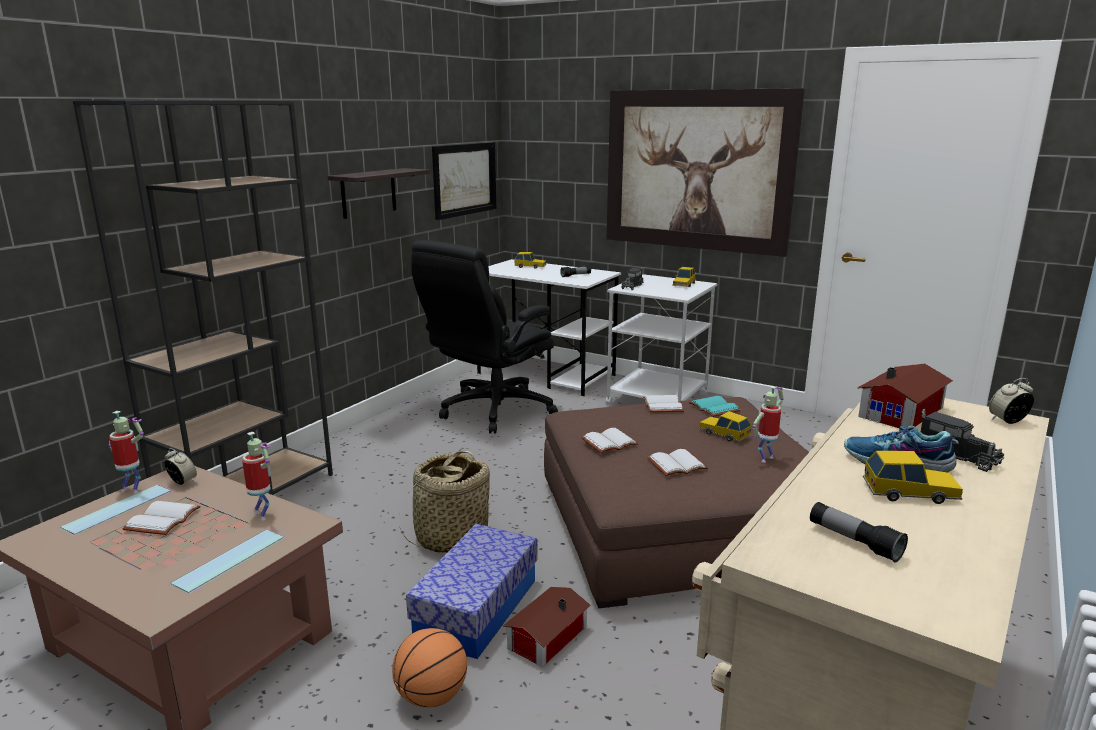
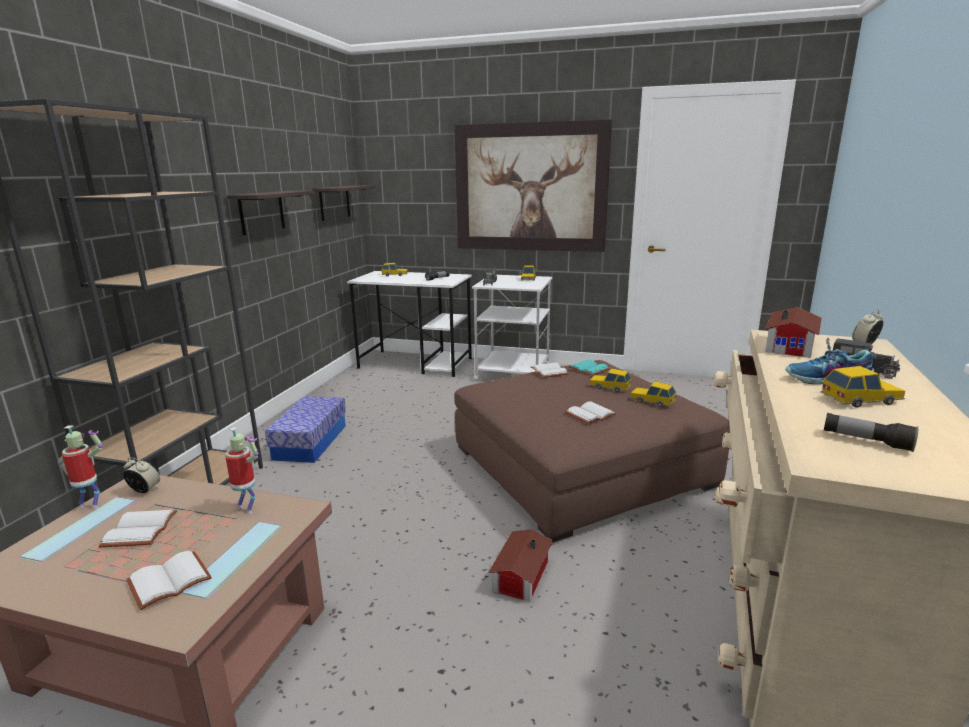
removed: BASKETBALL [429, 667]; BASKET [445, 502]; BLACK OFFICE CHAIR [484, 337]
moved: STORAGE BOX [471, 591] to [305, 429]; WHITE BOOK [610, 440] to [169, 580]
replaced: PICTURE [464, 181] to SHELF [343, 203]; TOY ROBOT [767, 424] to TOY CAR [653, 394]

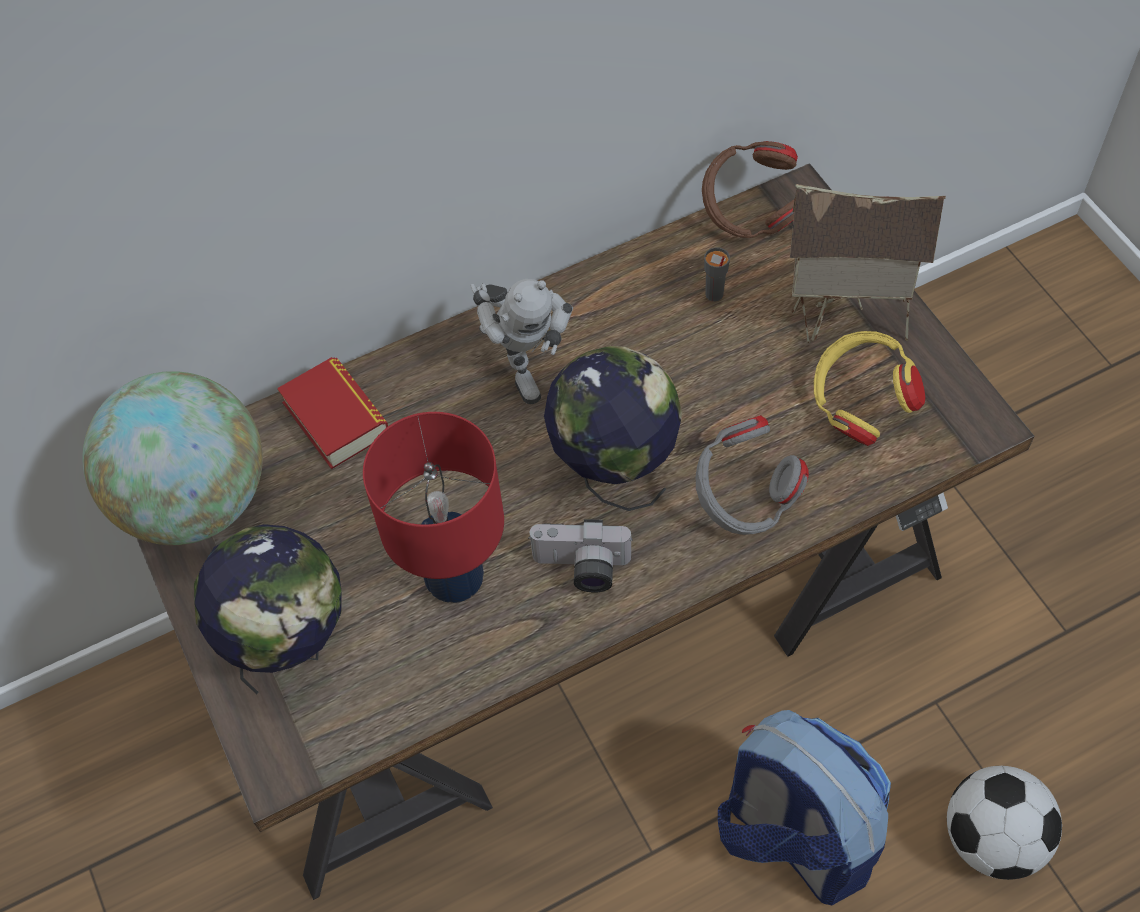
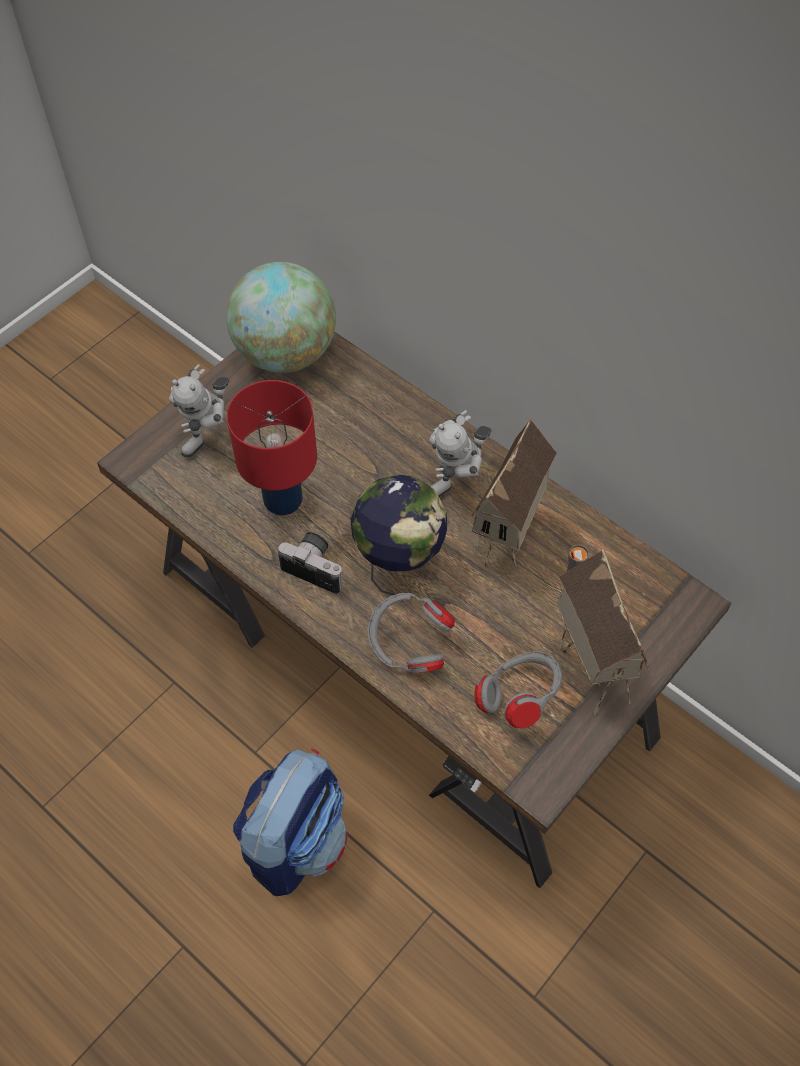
removed: BOOK [332, 413]; BROWN HEADPHONES [750, 189]; FOOTBALL [1004, 823]
added: TOY HOUSE [514, 492]
replaced: GLOBE [268, 609] to TOY ROBOT [199, 411]
recoloured: YELLOW HEADPHONES [869, 388] to GREY HEADPHONES [518, 689]
turned: PHOTO CAMERA [580, 556] = [311, 563] 135 degrees clockwise

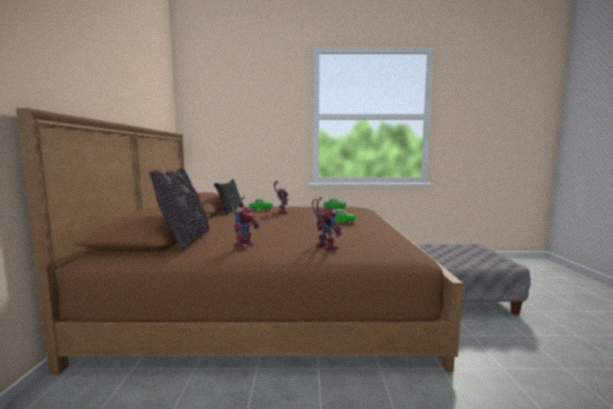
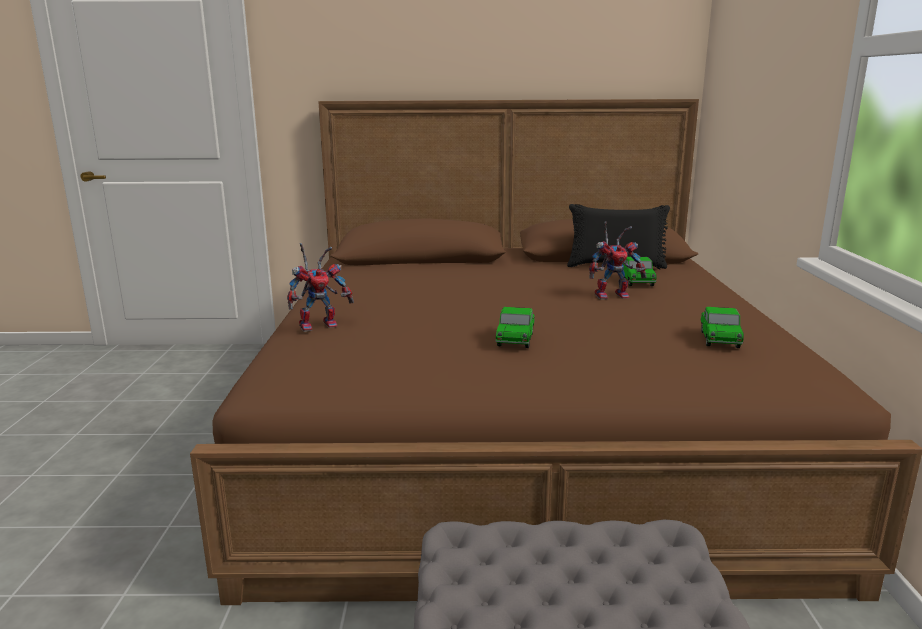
removed: BLACK PILLOW [179, 209]; TOY ROBOT [245, 221]

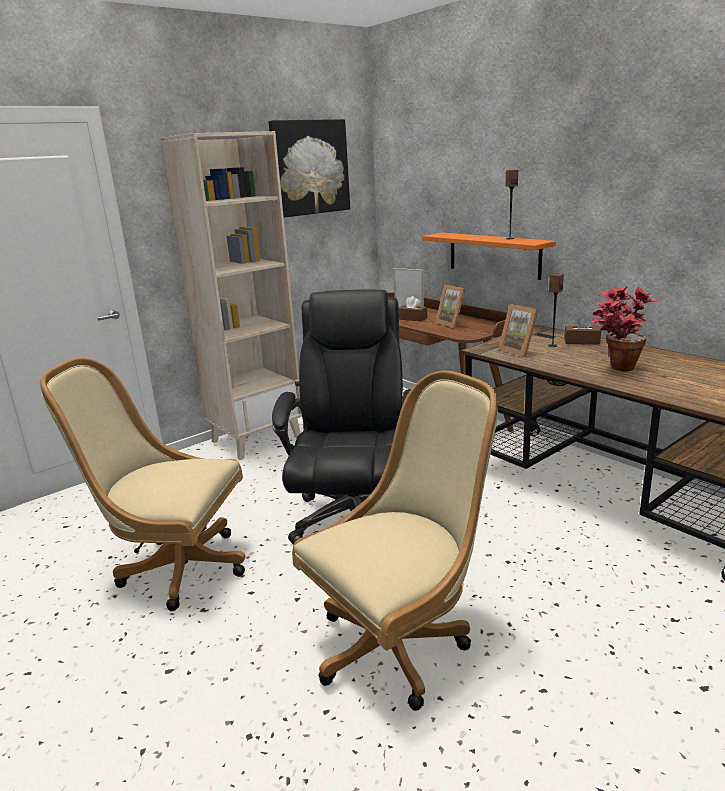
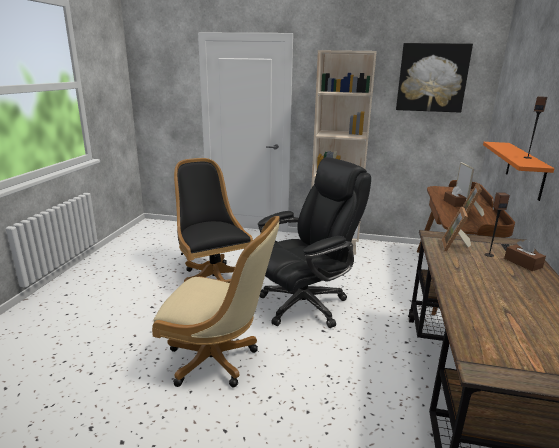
removed: POTTED PLANT [624, 329]
recoloured: BEIGE OFFICE CHAIR [143, 484] to BLACK OFFICE CHAIR [213, 220]

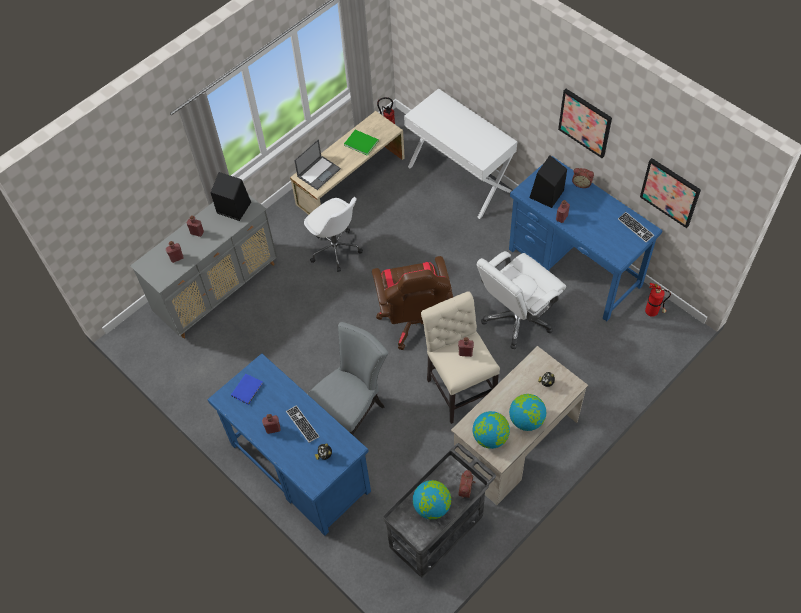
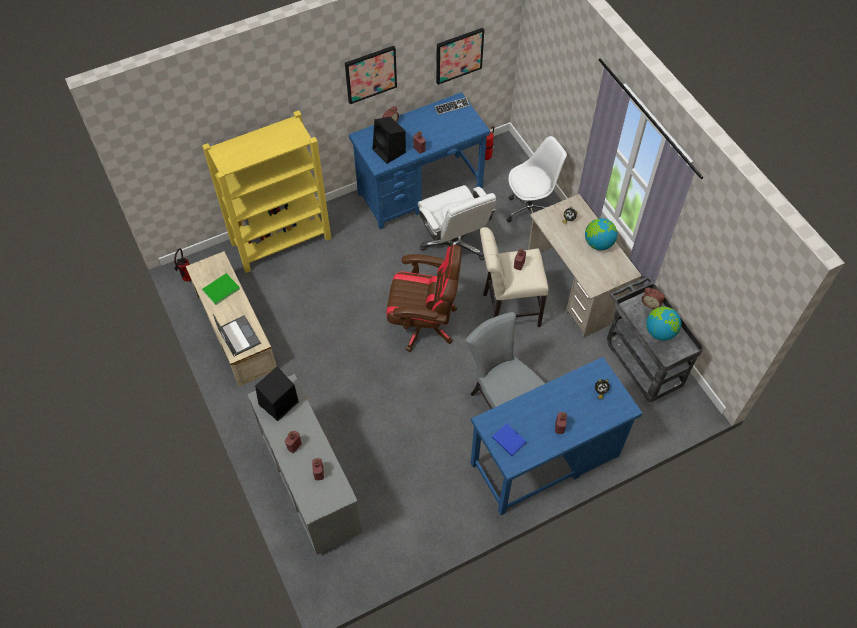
removed: KEYBOARD [303, 424]; GLOBE [491, 430]
moved: WHITE OFFICE CHAIR [333, 234] to [536, 179]
replaced: WHITE CONSOLE TABLE [460, 153] to YELLOW BOOKCASE [266, 191]

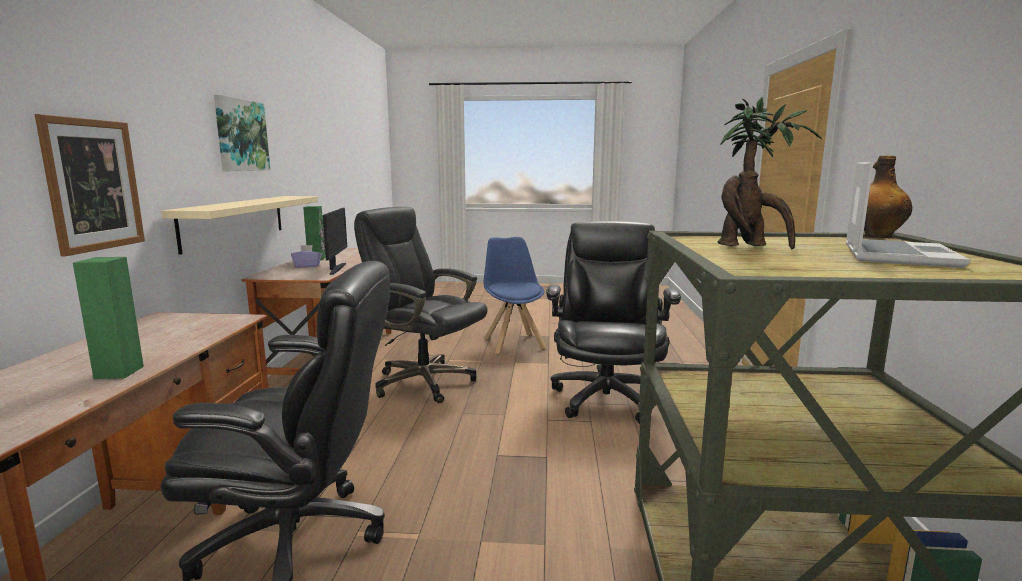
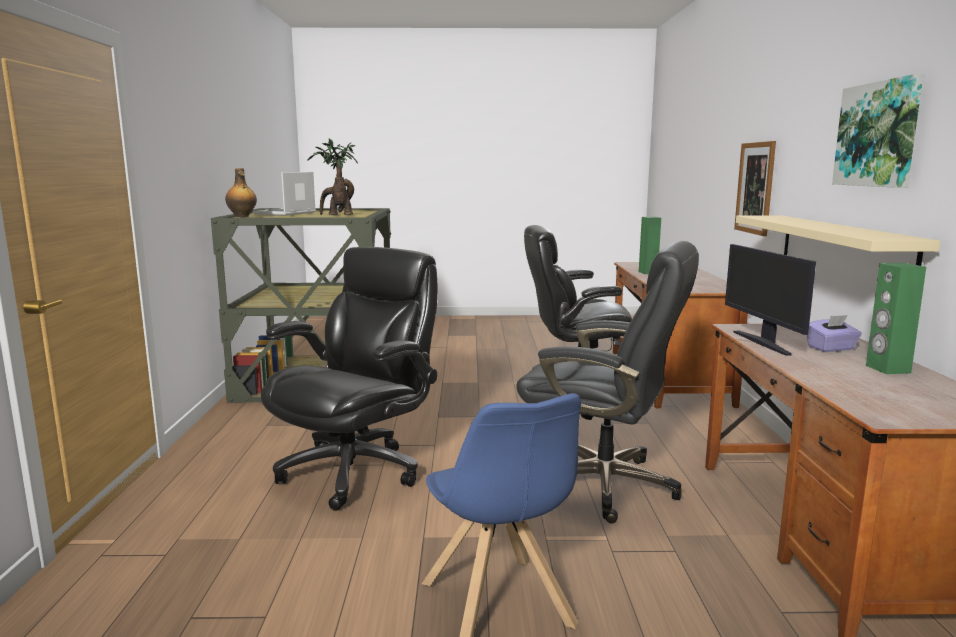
turned: BLACK OFFICE CHAIR [613, 322] = [349, 379] 150 degrees counterclockwise

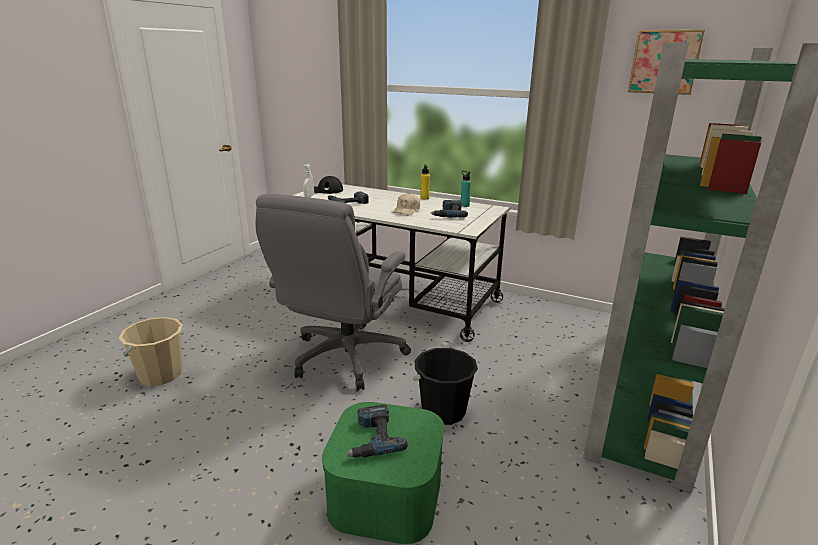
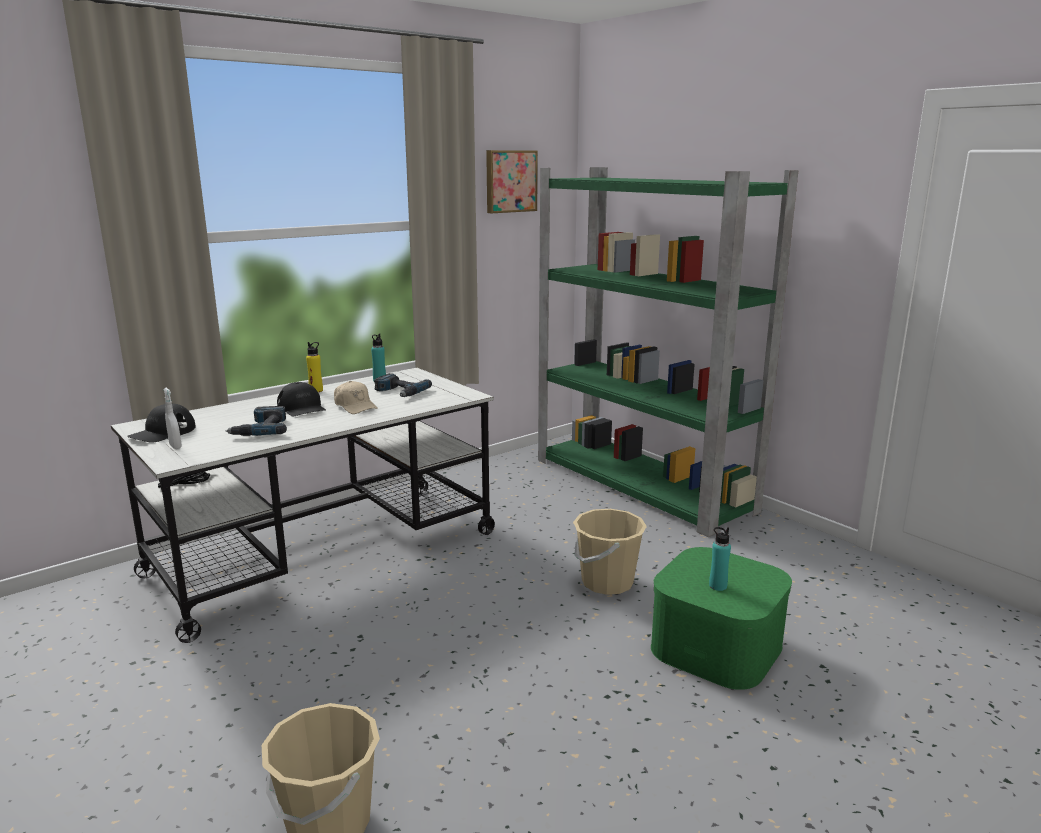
removed: GREY OFFICE CHAIR [333, 292]
added: BLACK CAP [301, 399]
replaced: POWER DRILL [377, 431] to TURQUOISE BOTTLE [720, 559]
recoloured: BLACK BUCKET [445, 386] to BEIGE BUCKET [610, 552]

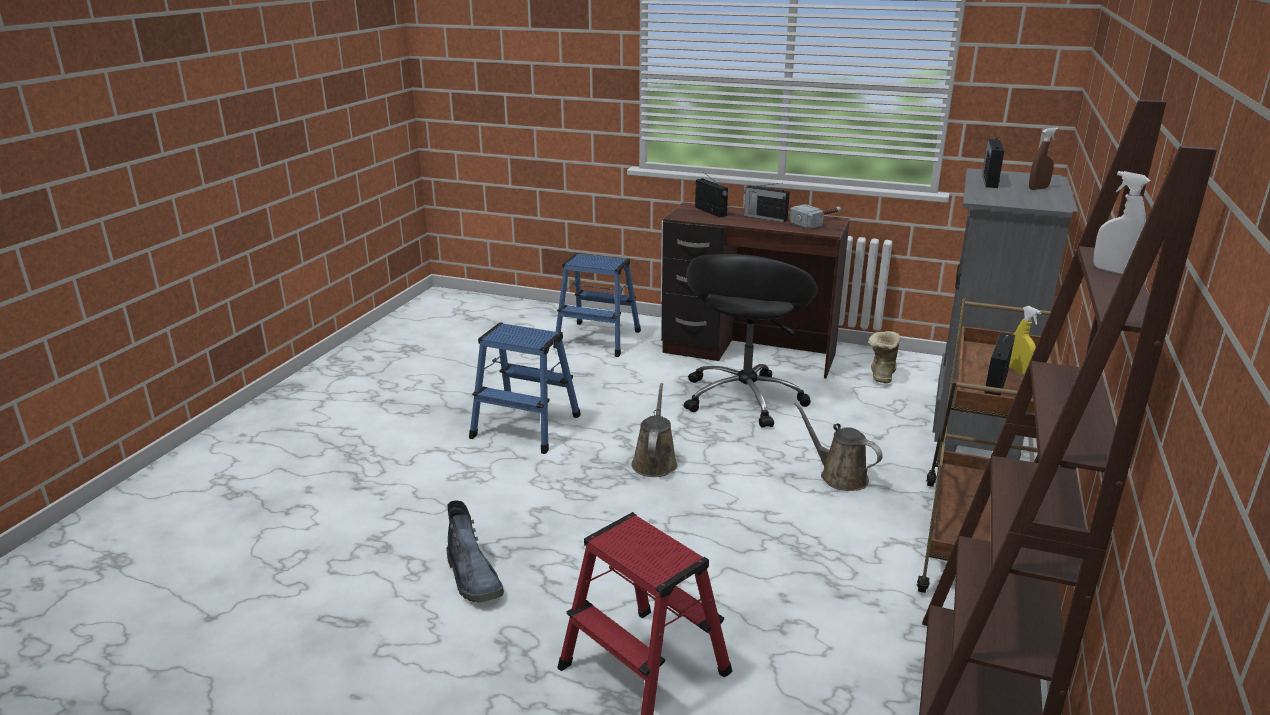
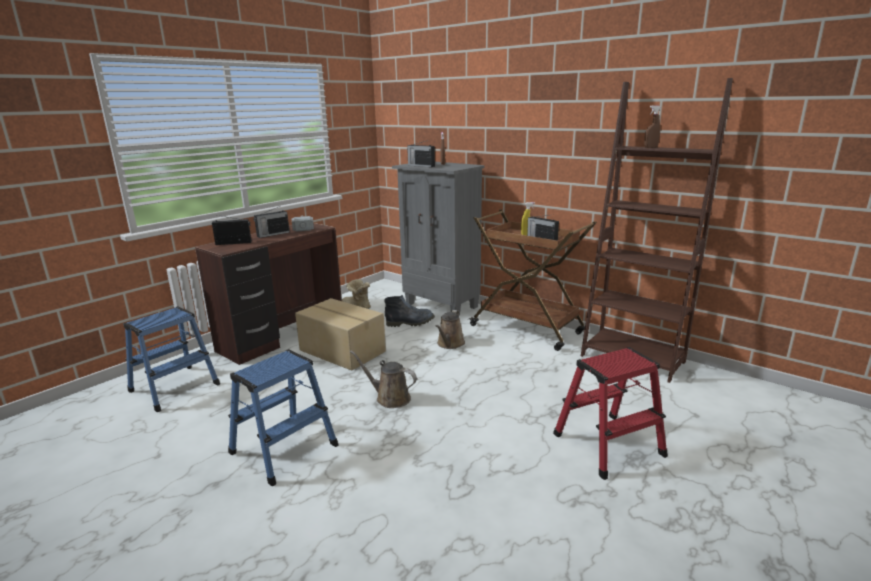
moved: BOOT [475, 551] to [410, 311]
replaced: BLACK OFFICE CHAIR [751, 341] to CARDBOARD BOX [340, 334]
recoloured: WHITE SPRAY BOTTLE [1121, 222] to BROWN SPRAY BOTTLE [652, 126]
turned: BROWN WATERING CAN [838, 446] = [450, 329] 45 degrees counterclockwise

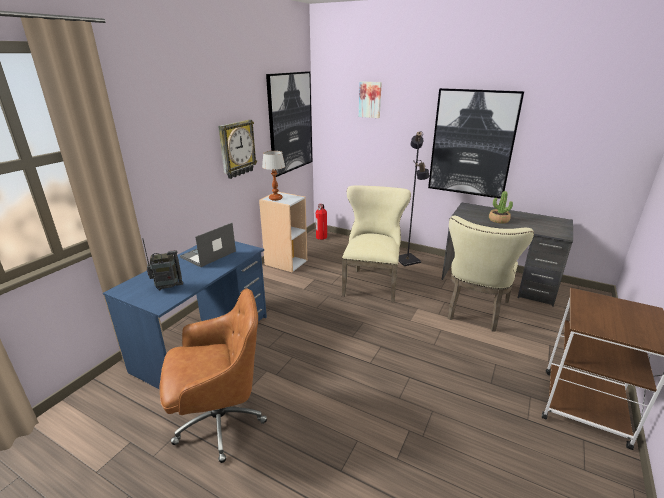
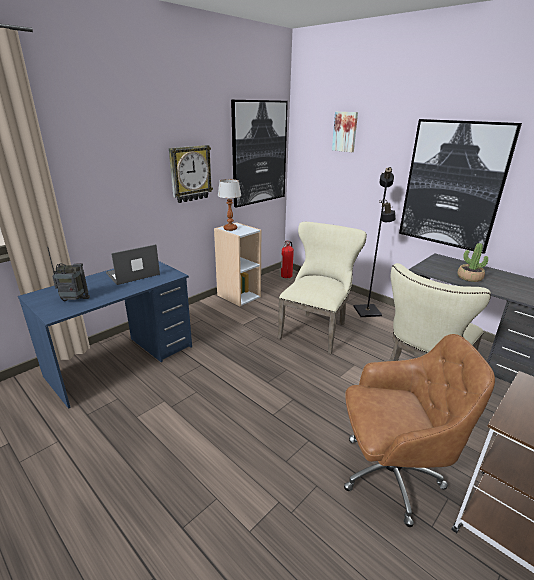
moved: BROWN OFFICE CHAIR [213, 375] to [419, 430]

